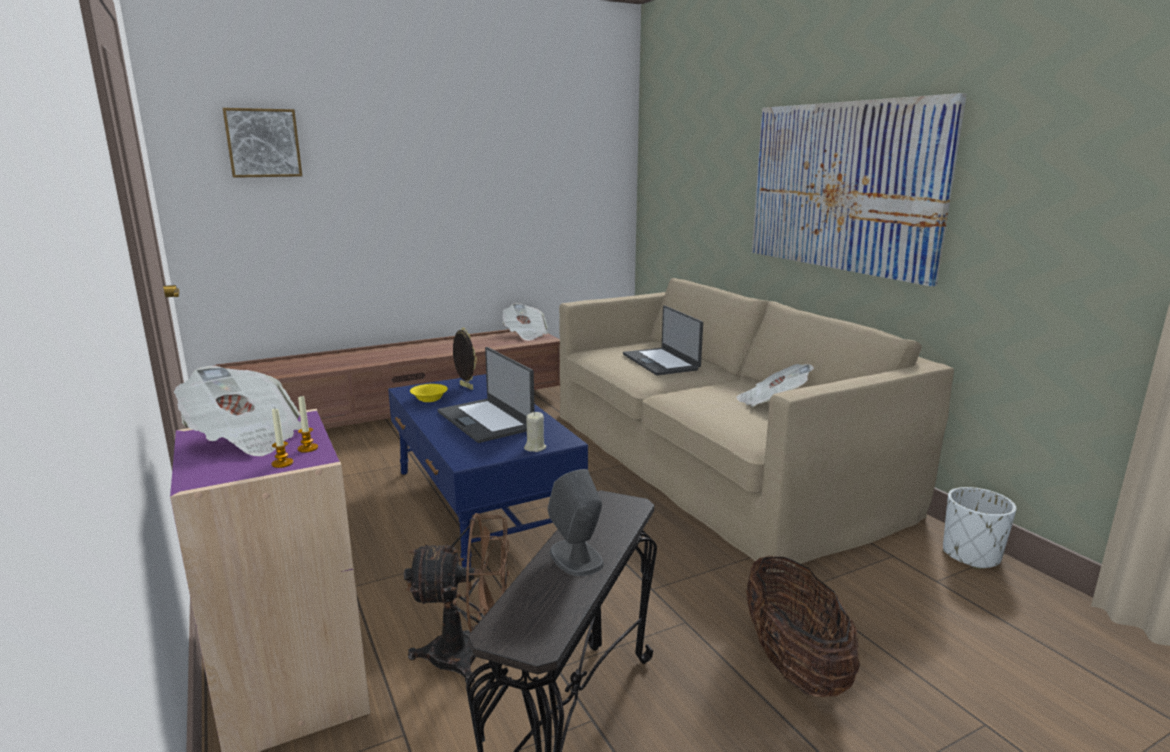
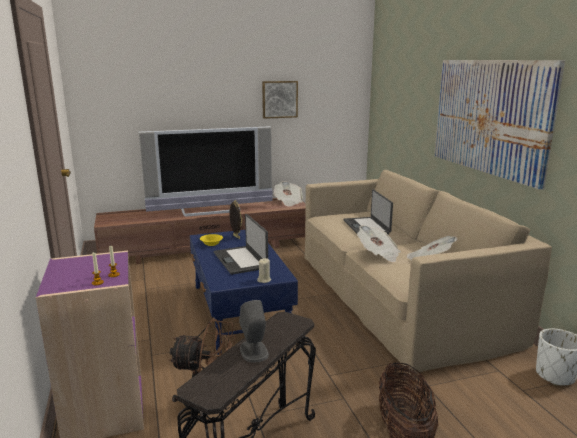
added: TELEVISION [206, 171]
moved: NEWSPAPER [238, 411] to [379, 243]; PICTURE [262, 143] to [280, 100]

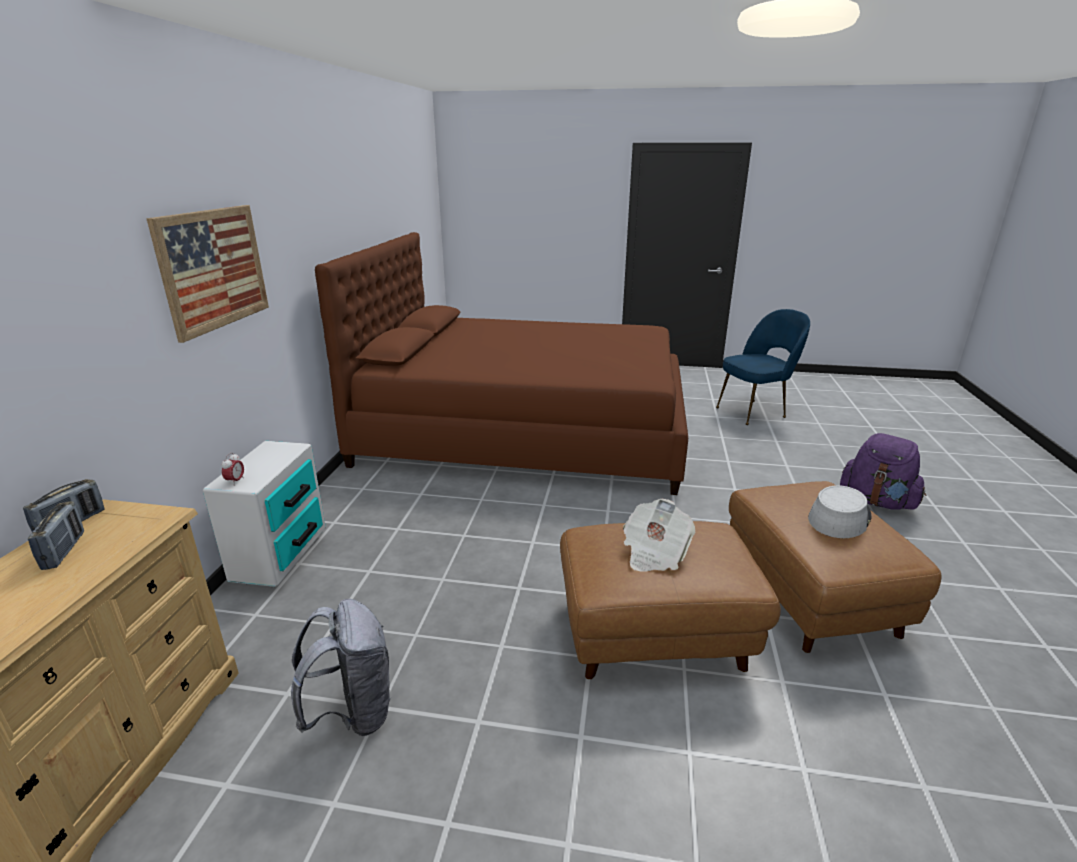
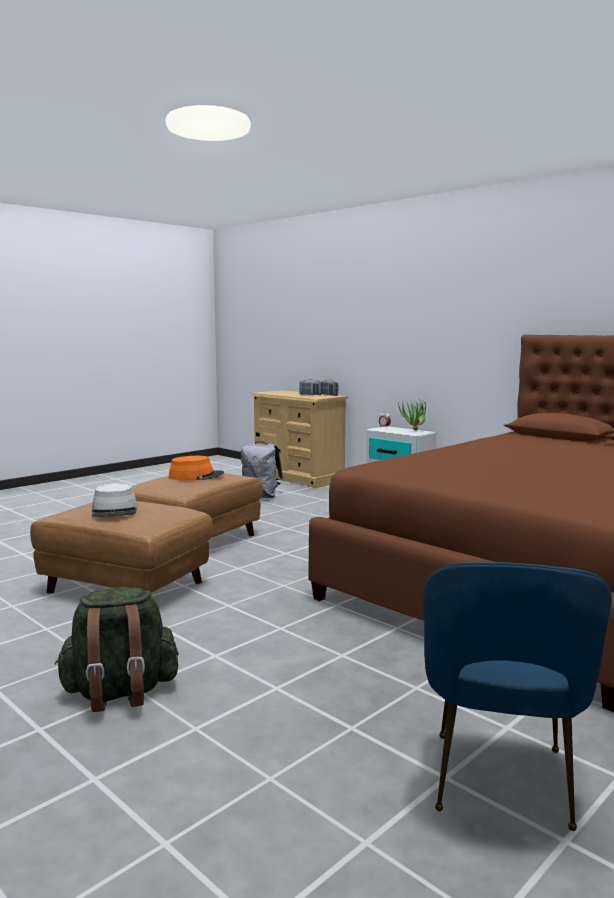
removed: PICTURE [207, 274]
added: POTTED PLANT [412, 414]
replaced: NEWSPAPER [659, 535] to ORANGE HAT [196, 468]
recoloured: PURPLE BACKPACK [883, 471] to GREEN BACKPACK [116, 649]

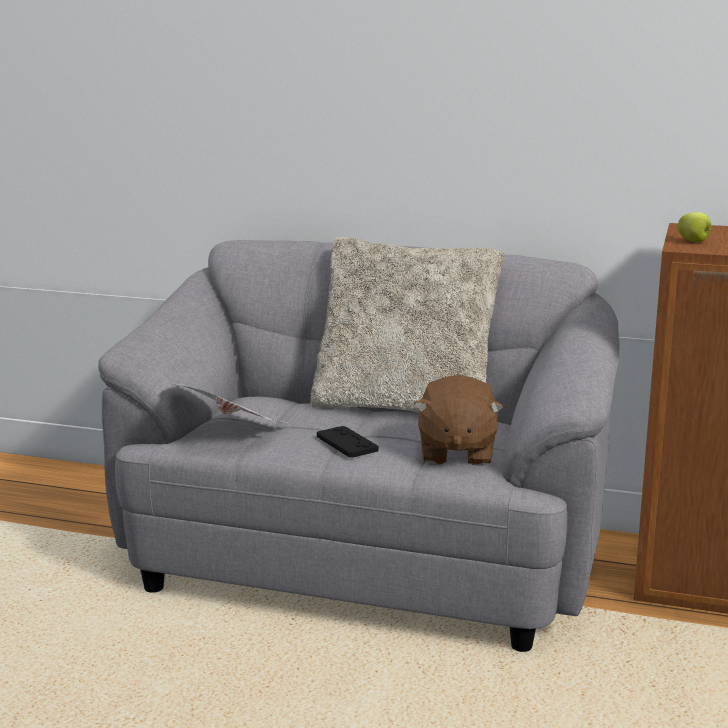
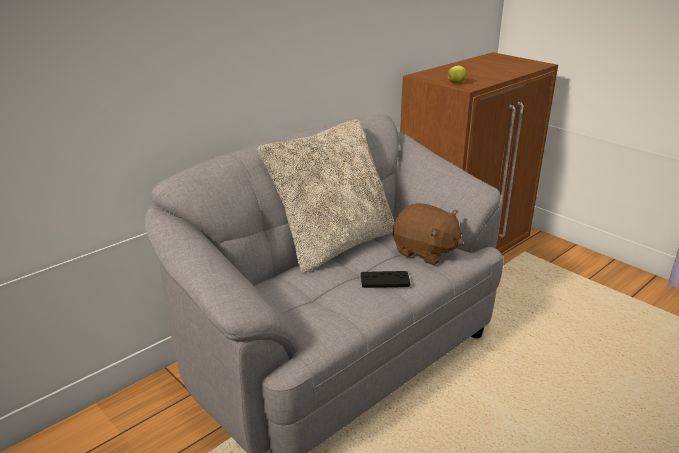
removed: NEWSPAPER [231, 403]

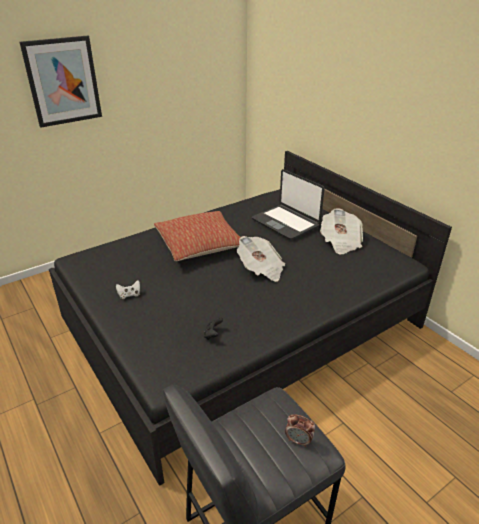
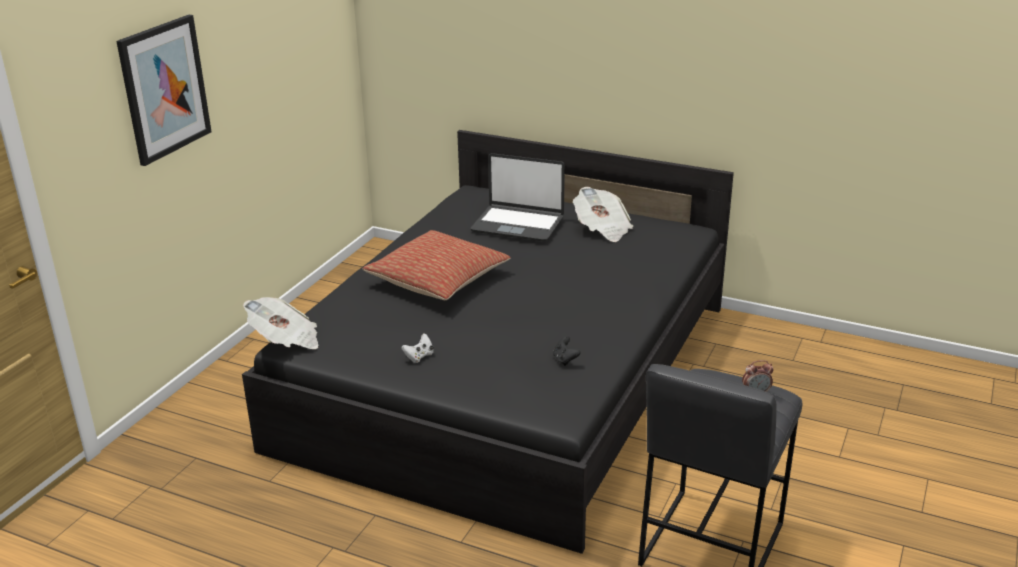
moved: NEWSPAPER [261, 259] to [280, 323]

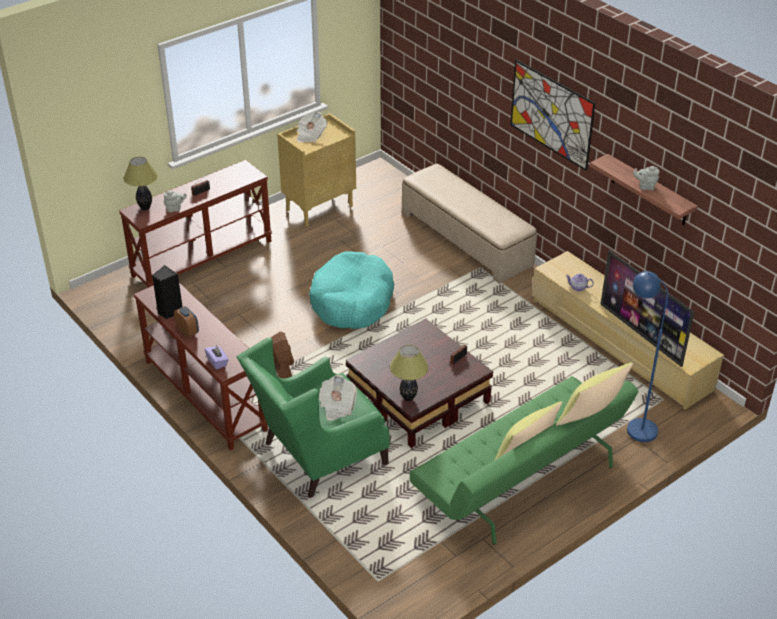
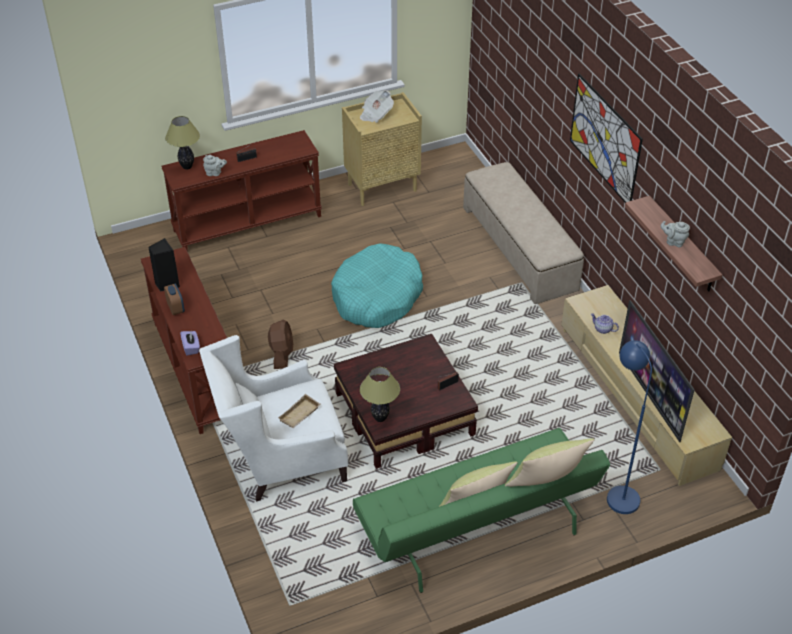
replaced: NEWSPAPER [338, 397] to BEIGE TRAY [299, 411]
recoloured: GREEN ARMCHAIR [313, 417] to WHITE ARMCHAIR [273, 418]

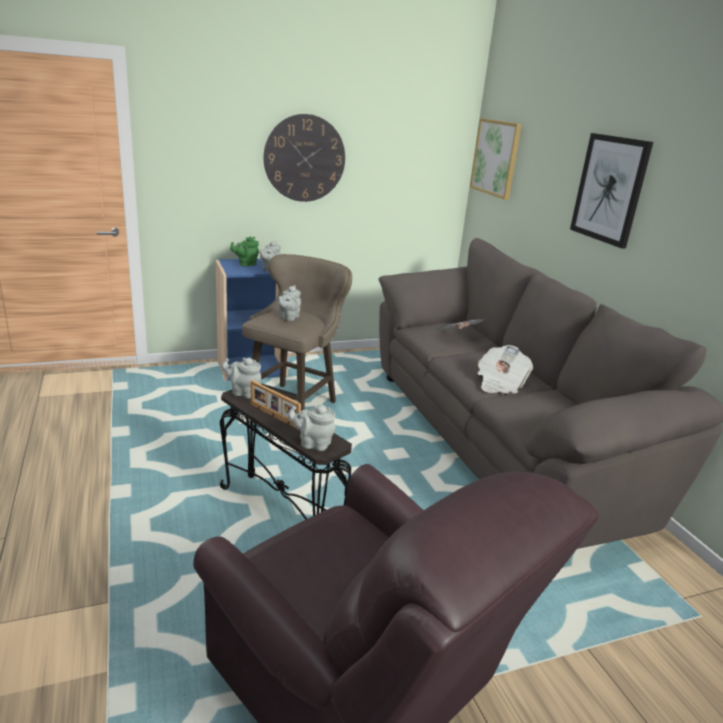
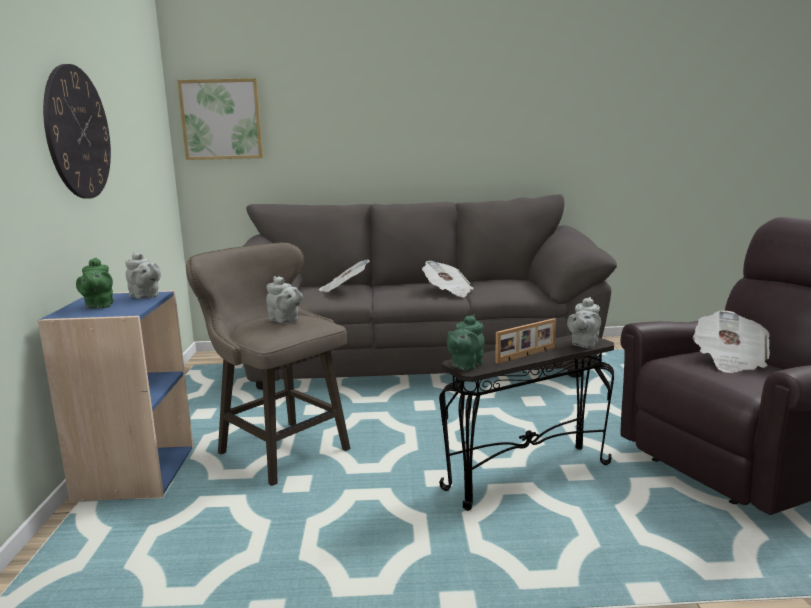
removed: PICTURE [611, 191]
added: NEWSPAPER [731, 341]
recoloured: GREY TEAPOT [242, 378] to GREEN TEAPOT [466, 342]

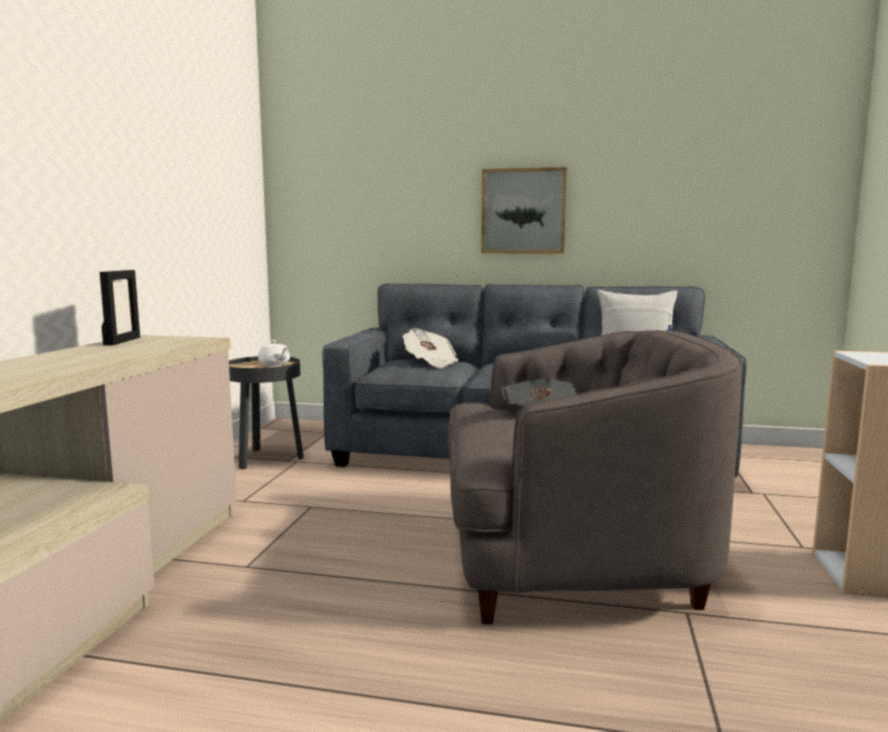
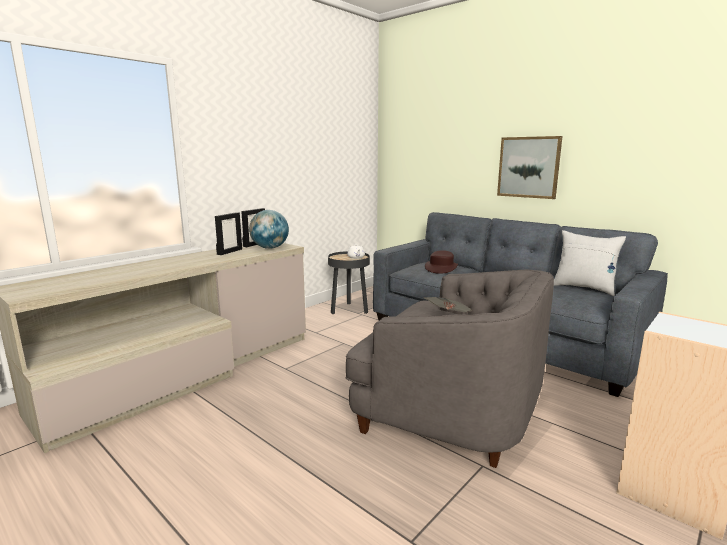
added: PICTURE FRAME [228, 233]; GLOBE [269, 229]
replaced: NEWSPAPER [430, 348] to BROWN HAT [441, 262]

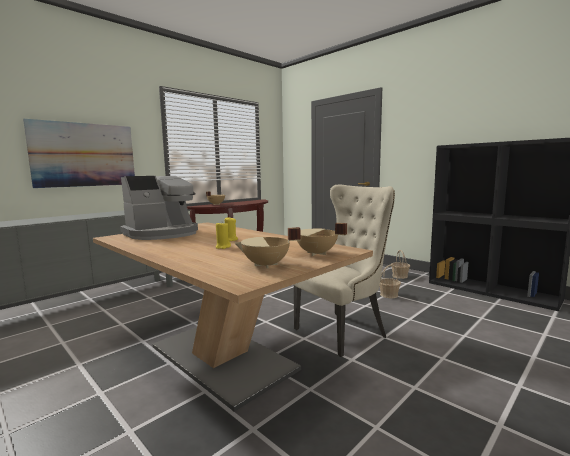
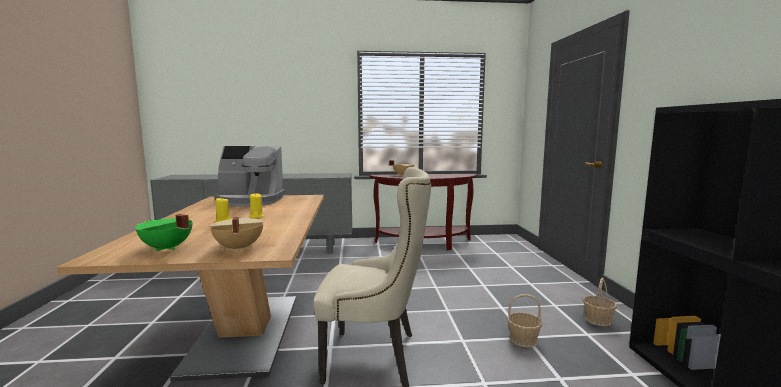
removed: PICTURE [79, 153]
recoloured: BEIGE COOKING POT [267, 248] to GREEN COOKING POT [164, 232]

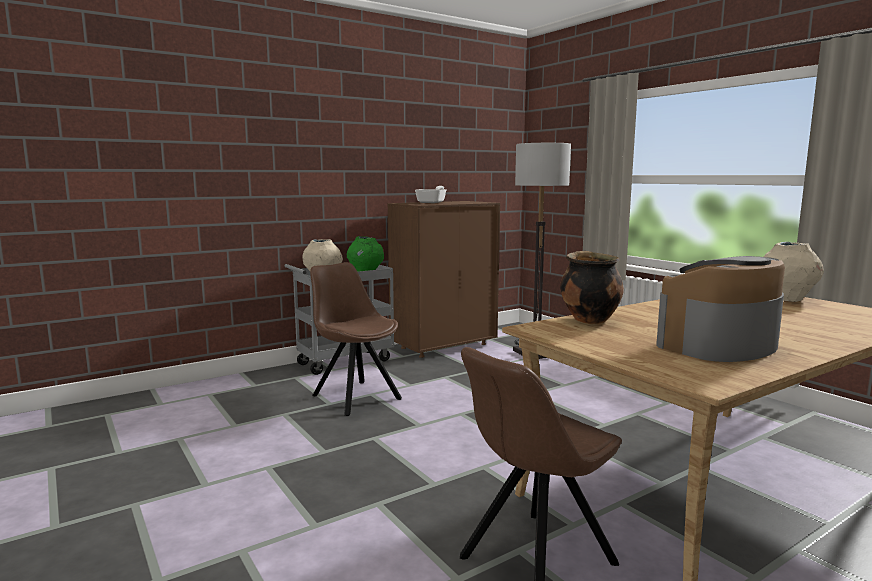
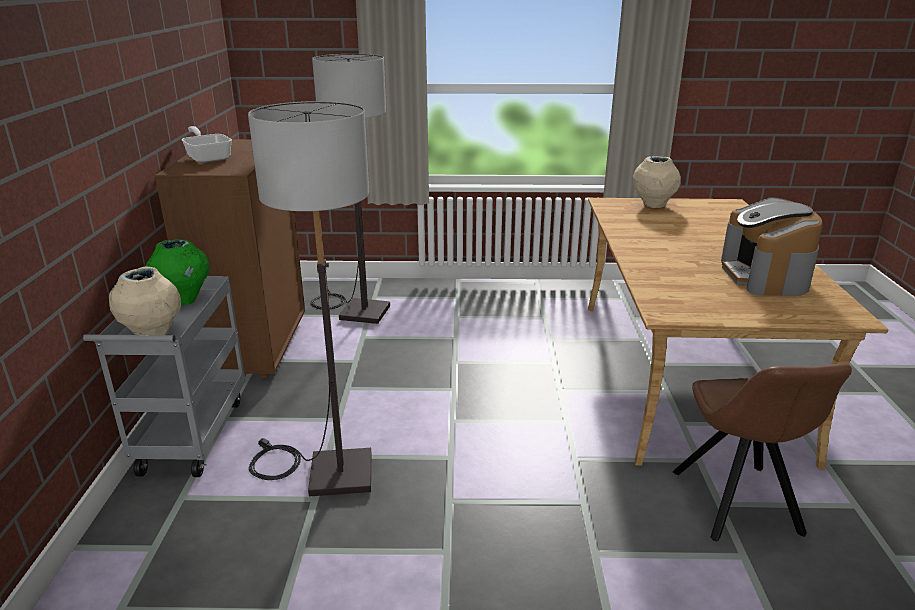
removed: COOKING POT [592, 287]
replaced: BROWN CHAIR [356, 339] to FLOOR LAMP [309, 299]

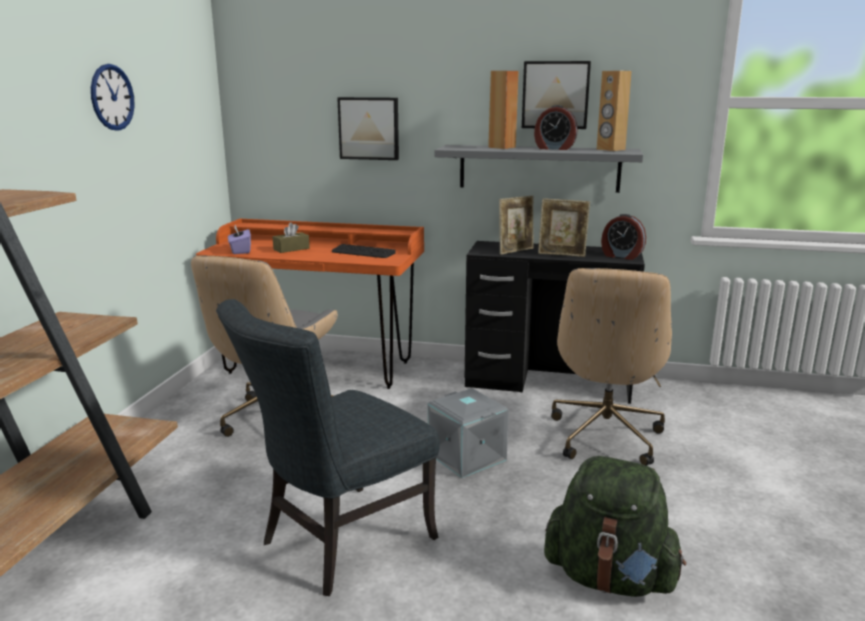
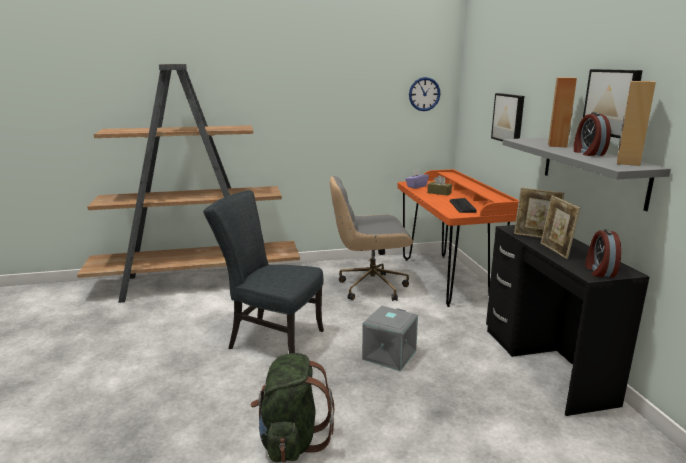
removed: GREY OFFICE CHAIR [611, 367]
moved: WALL CLOCK [113, 97] to [424, 94]

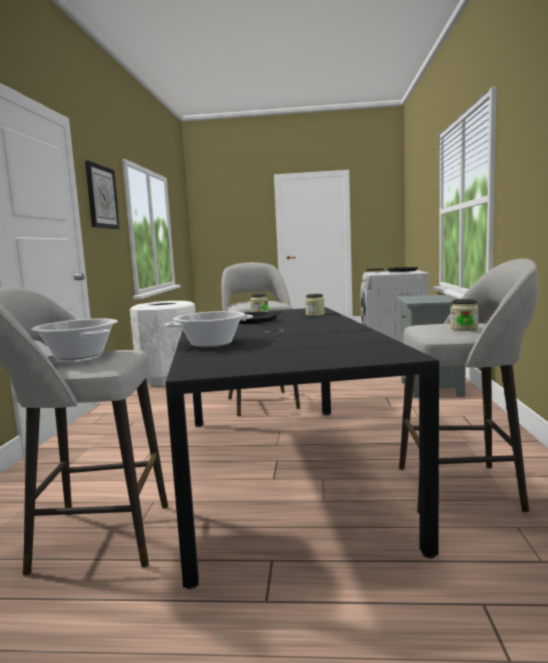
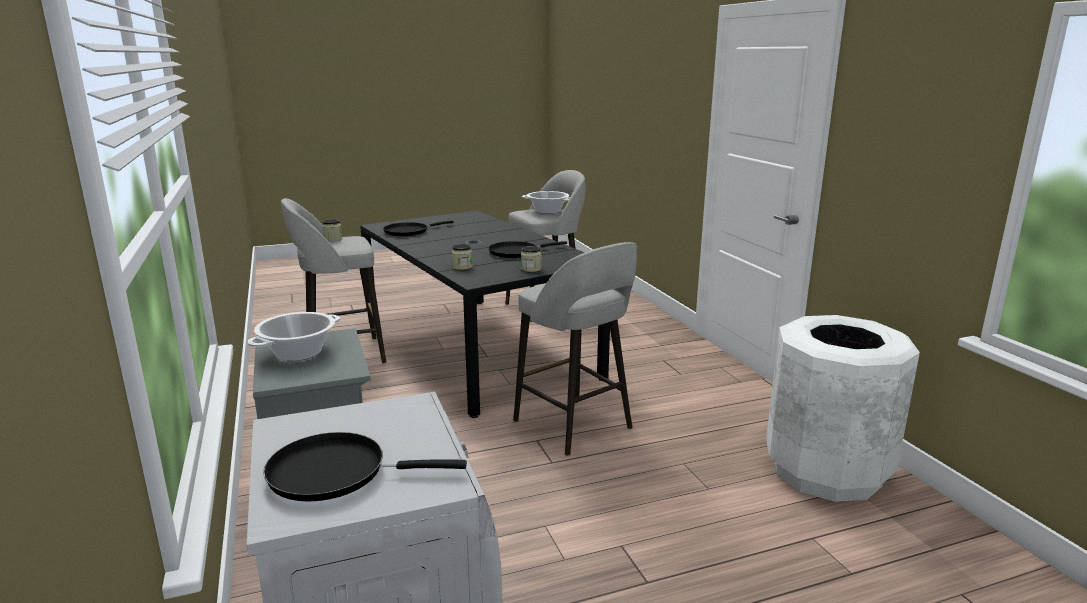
removed: WALL CLOCK [102, 195]
added: BLACK FRYING PAN [418, 228]
moved: COOKING POT [208, 329] to [293, 336]

